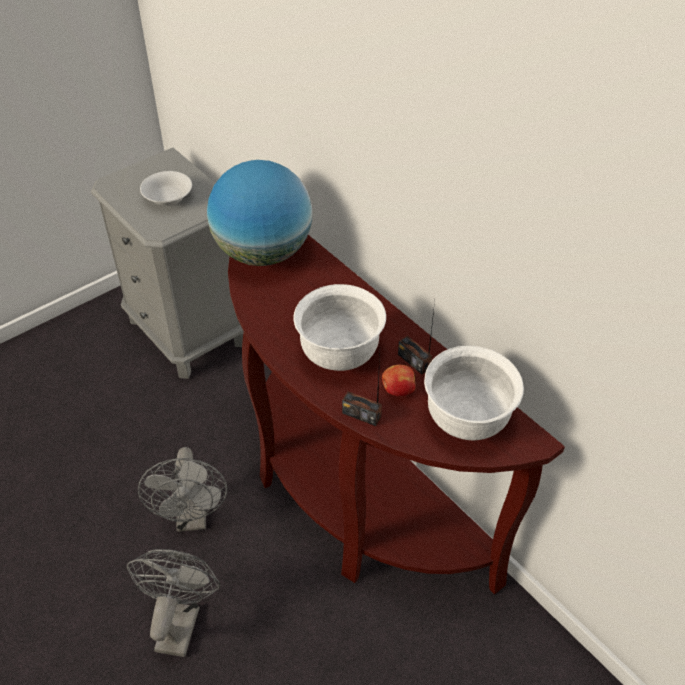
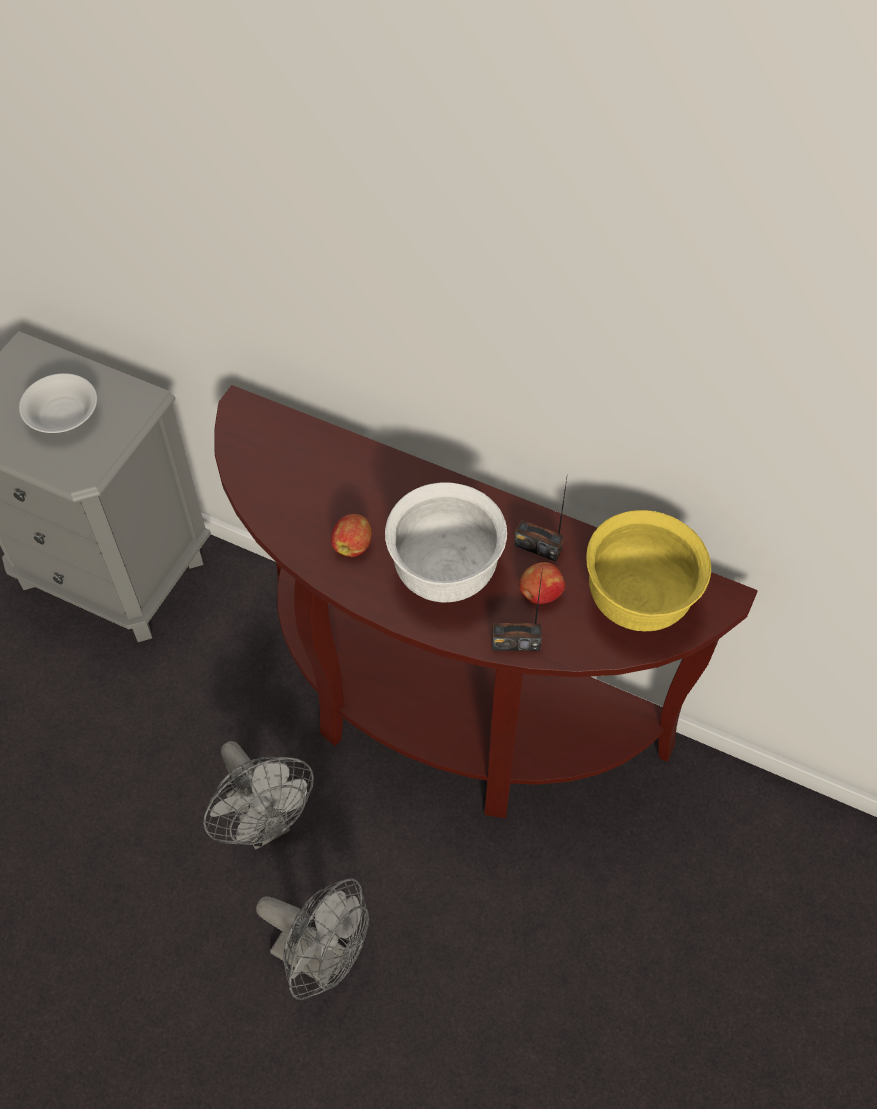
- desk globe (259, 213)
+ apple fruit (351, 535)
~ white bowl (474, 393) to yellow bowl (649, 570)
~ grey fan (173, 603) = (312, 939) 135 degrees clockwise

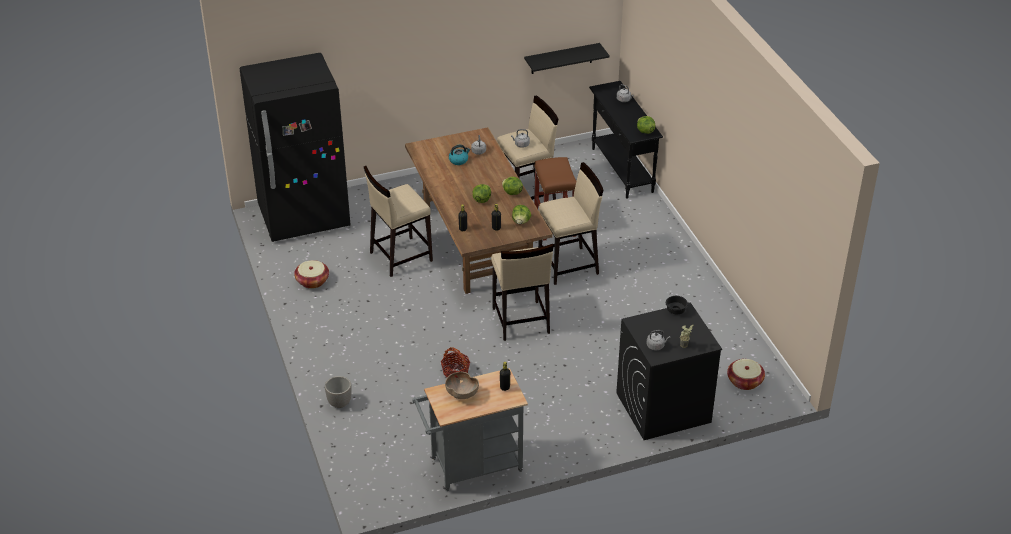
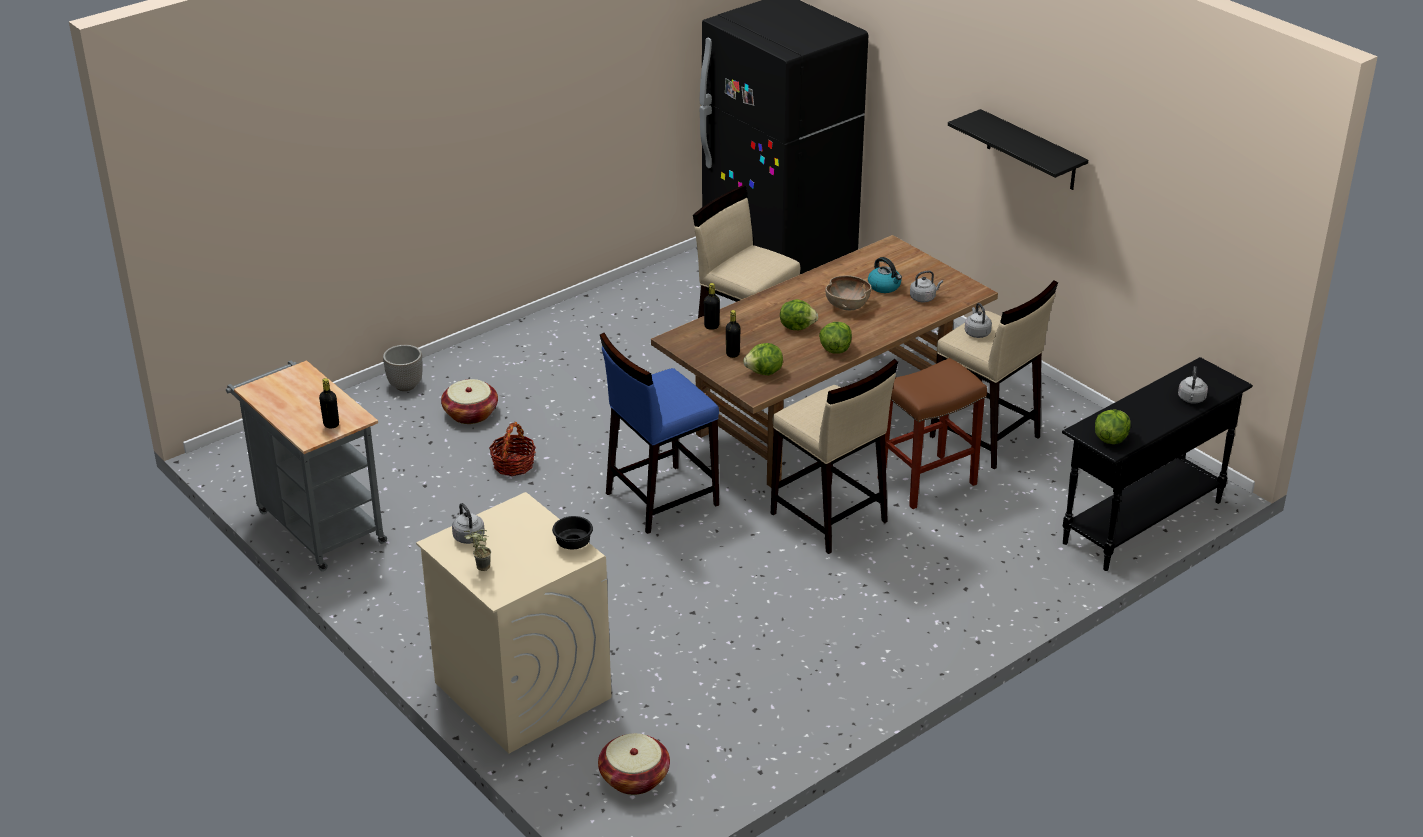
~ basket (311, 274) to (469, 401)
~ brown-coloured bowl (462, 385) to (849, 292)
~ black wall shelf (567, 58) to (1018, 149)
~ sand-coloured stool (522, 292) to blue-coloured stool (659, 433)
~ black laundry machine (669, 371) to sand-coloured laundry machine (513, 623)

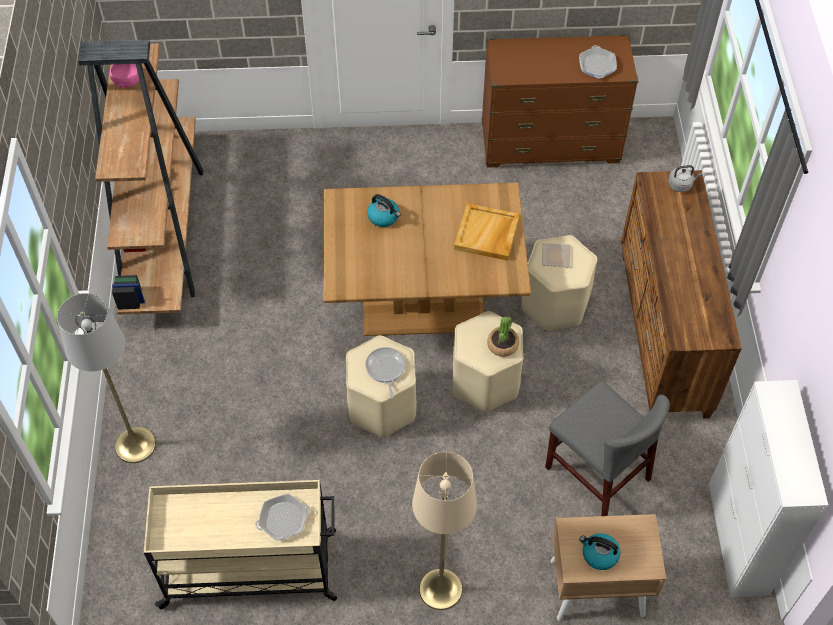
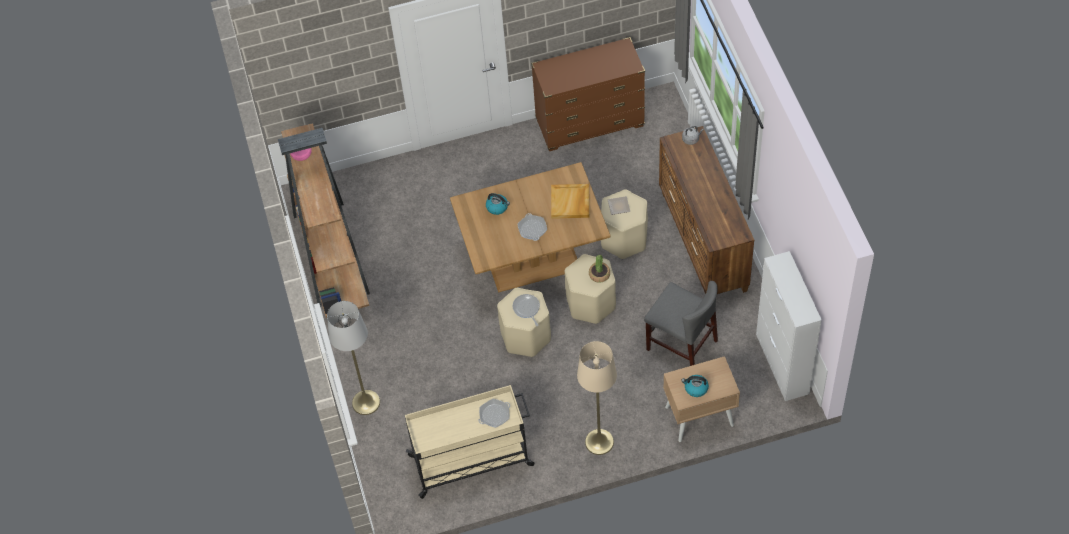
~ pan (598, 62) to (532, 227)

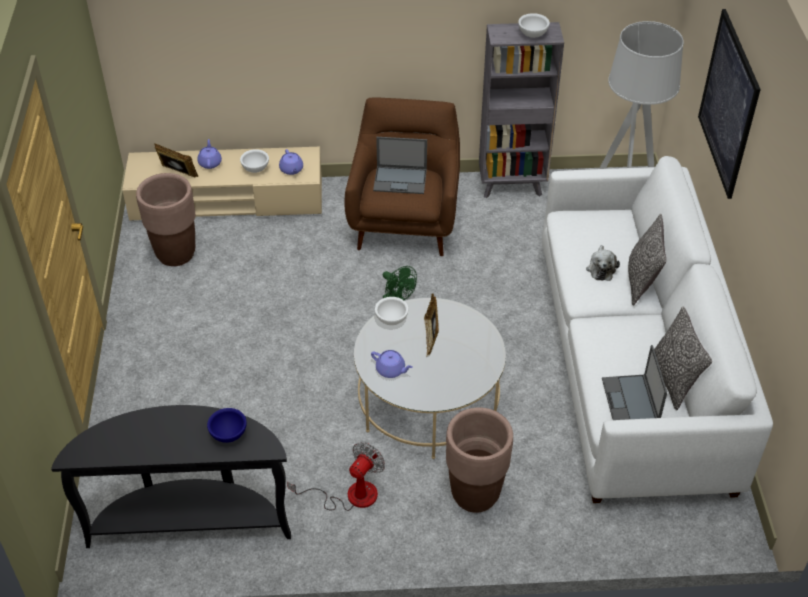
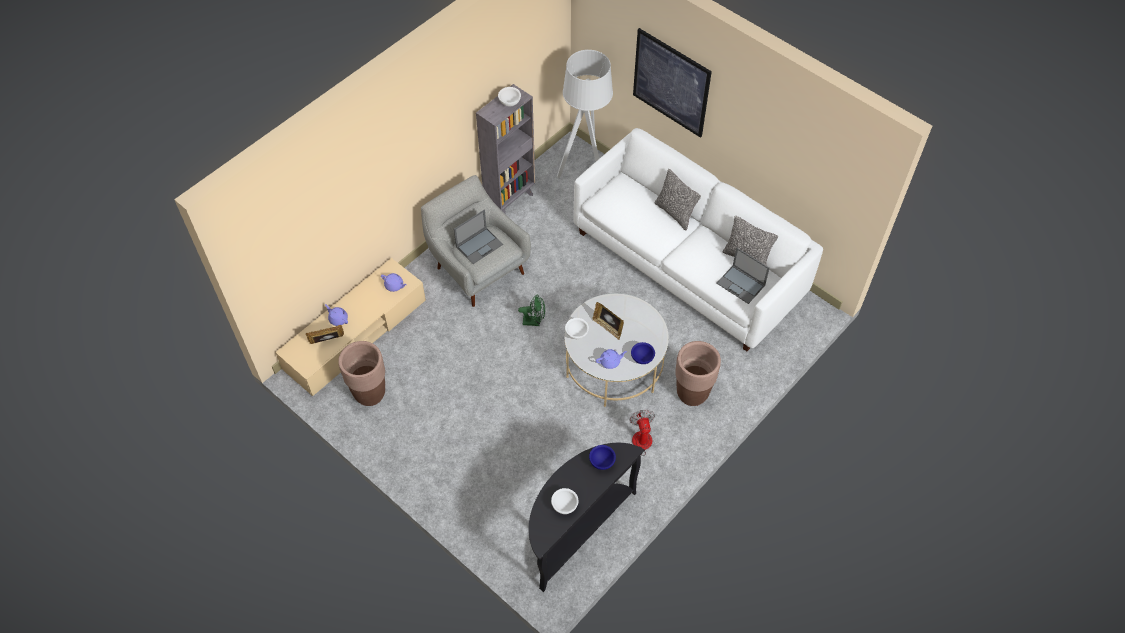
- soft toy (603, 263)
+ blue-coloured bowl (643, 353)
~ white bowl (254, 161) to (565, 501)
~ brown-coloured lounge chair (402, 176) to grey lounge chair (476, 241)

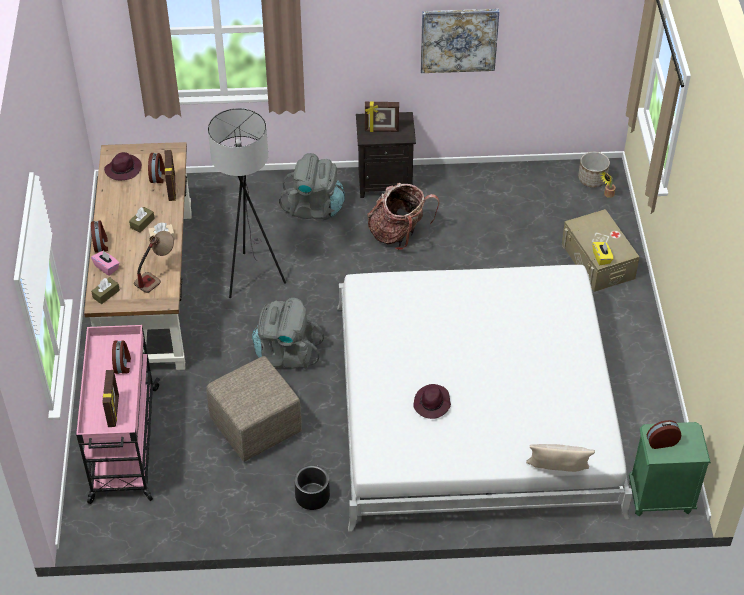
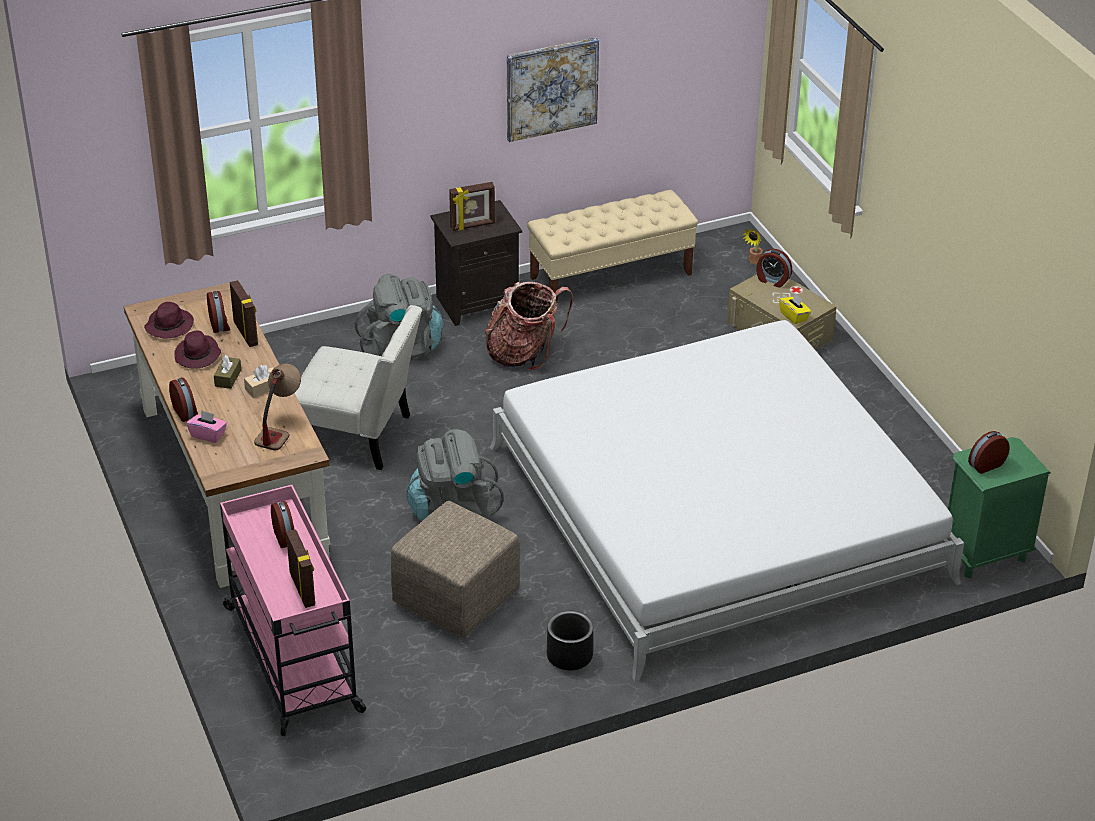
- brown-coloured tissue box (105, 290)
- sand-coloured pillow (560, 458)
- planter (594, 170)
+ sand-coloured bench (612, 247)
+ alarm clock (774, 268)
~ purple wearable hat (432, 401) to (197, 349)
~ grey floor lamp (247, 203) to white chair (358, 387)

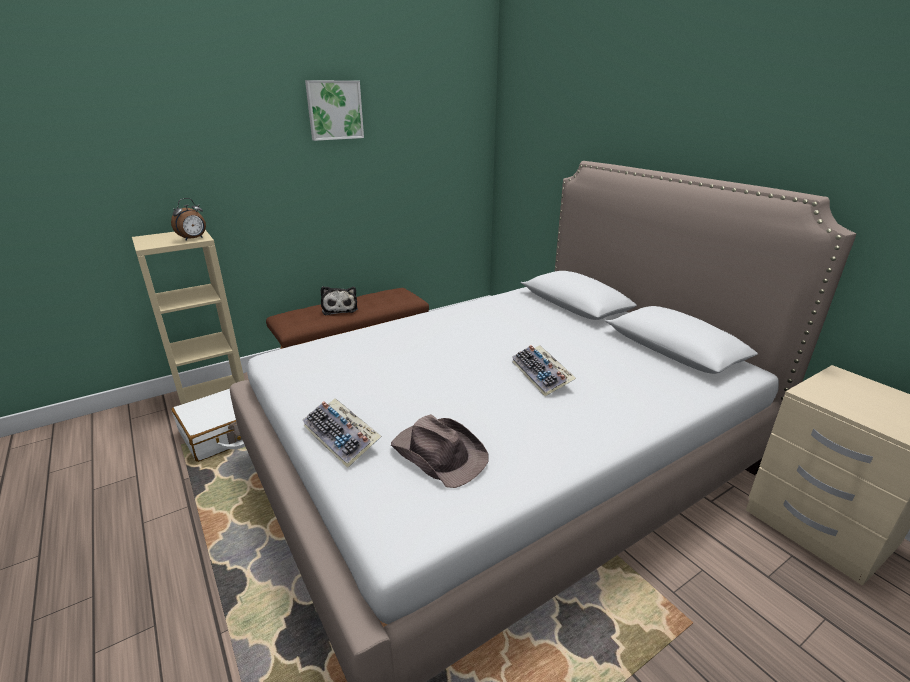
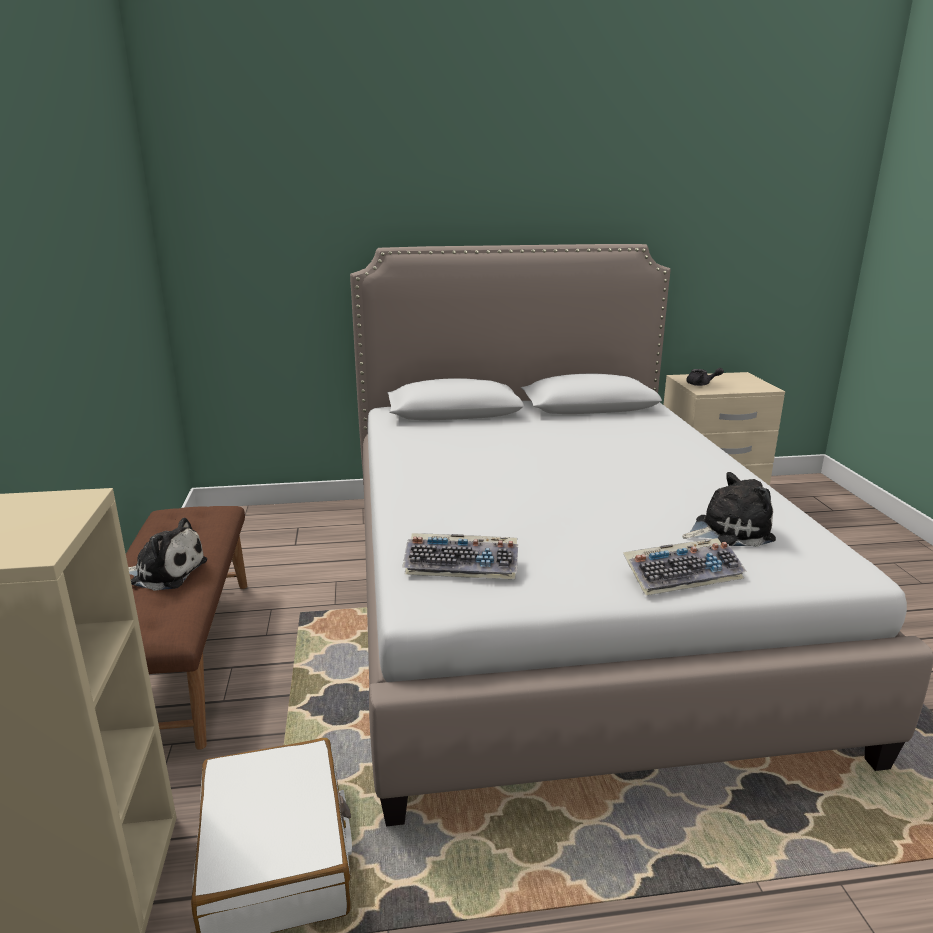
- alarm clock (188, 219)
- picture (334, 110)
+ grey teapot (705, 377)
~ computer keyboard (544, 370) to (460, 556)
~ brown-coloured wearable hat (440, 451) to soft toy (729, 509)

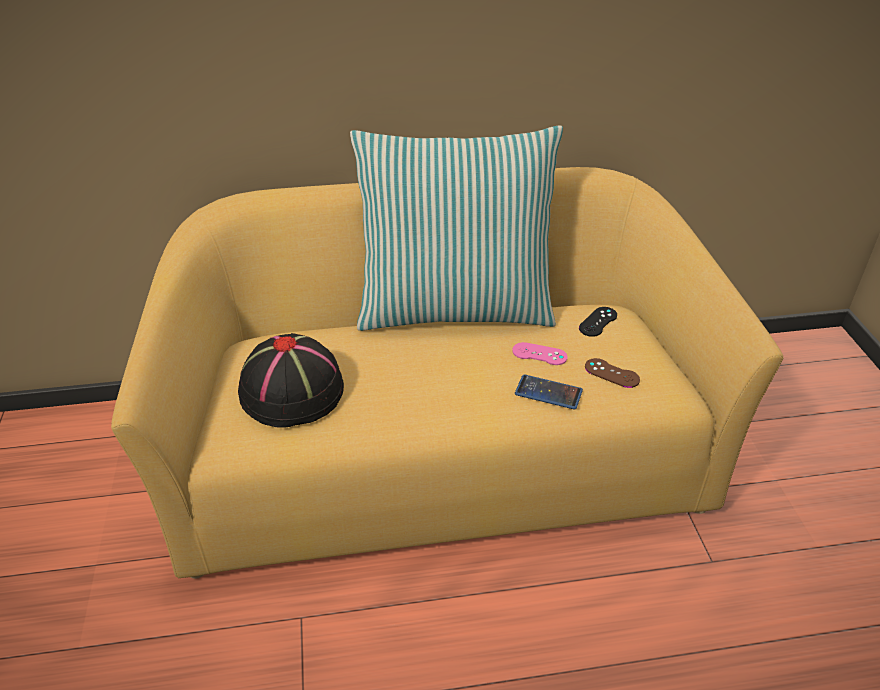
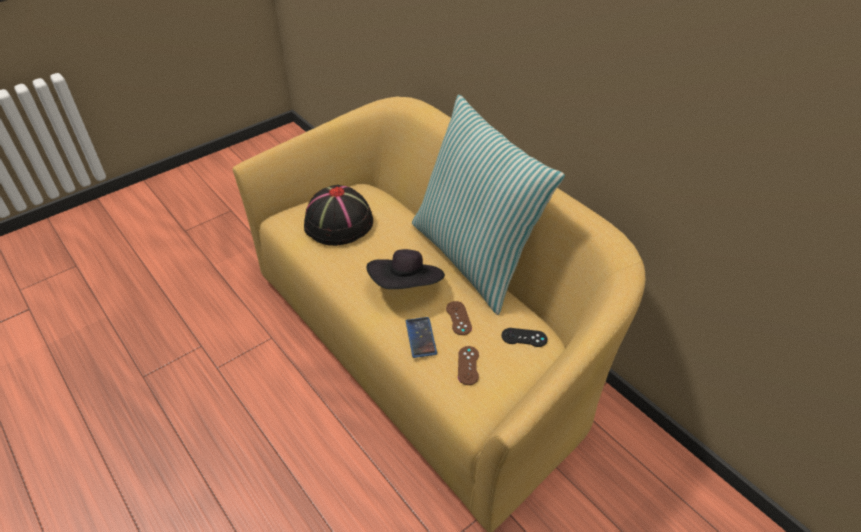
+ black wearable hat (406, 269)
~ pinkish game controller (540, 353) to brown-coloured game controller (459, 318)

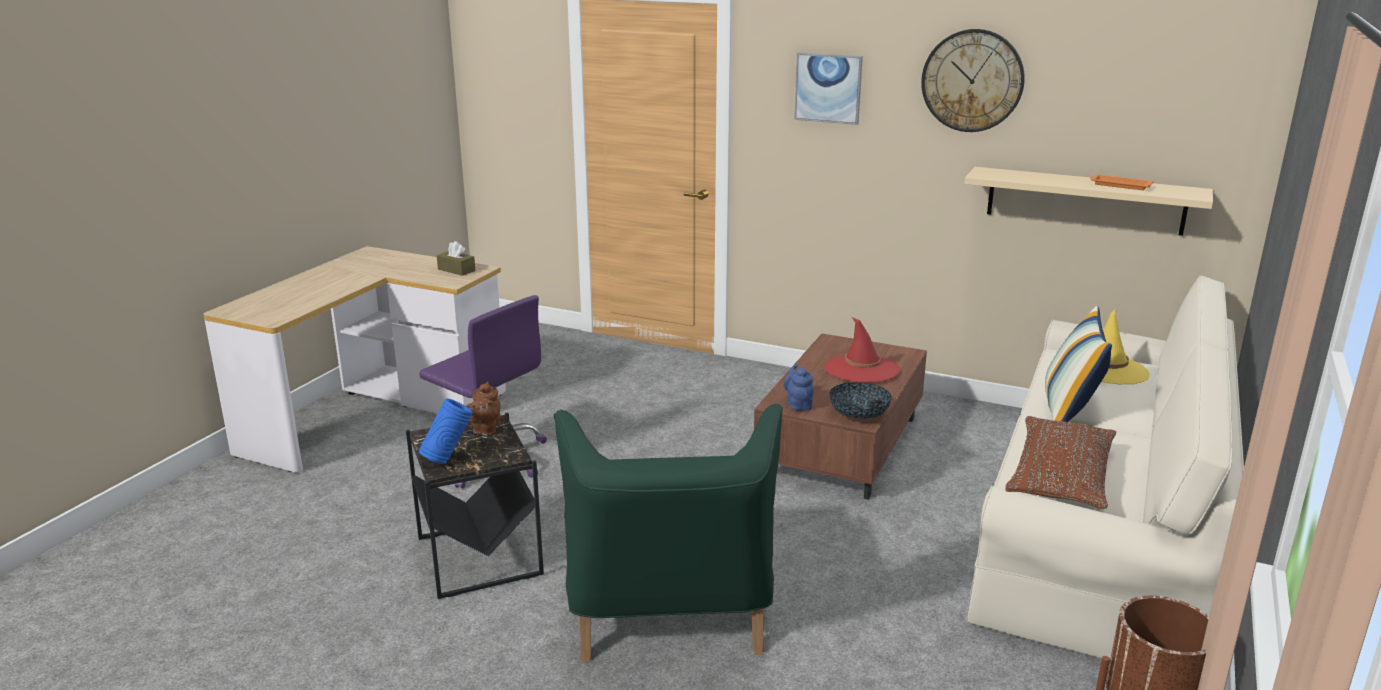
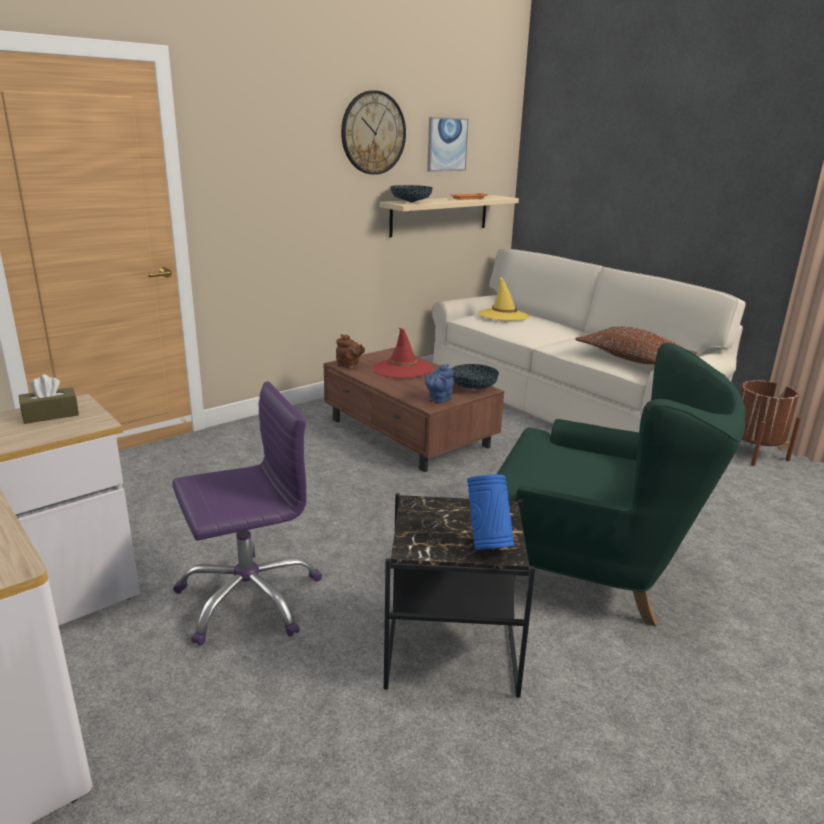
- pillow (1078, 364)
+ bowl (411, 194)
~ brown-coloured teapot (483, 408) to (350, 351)
~ picture (828, 89) to (448, 144)
~ blue-coloured teapot (798, 387) = (439, 383) 60 degrees counterclockwise

